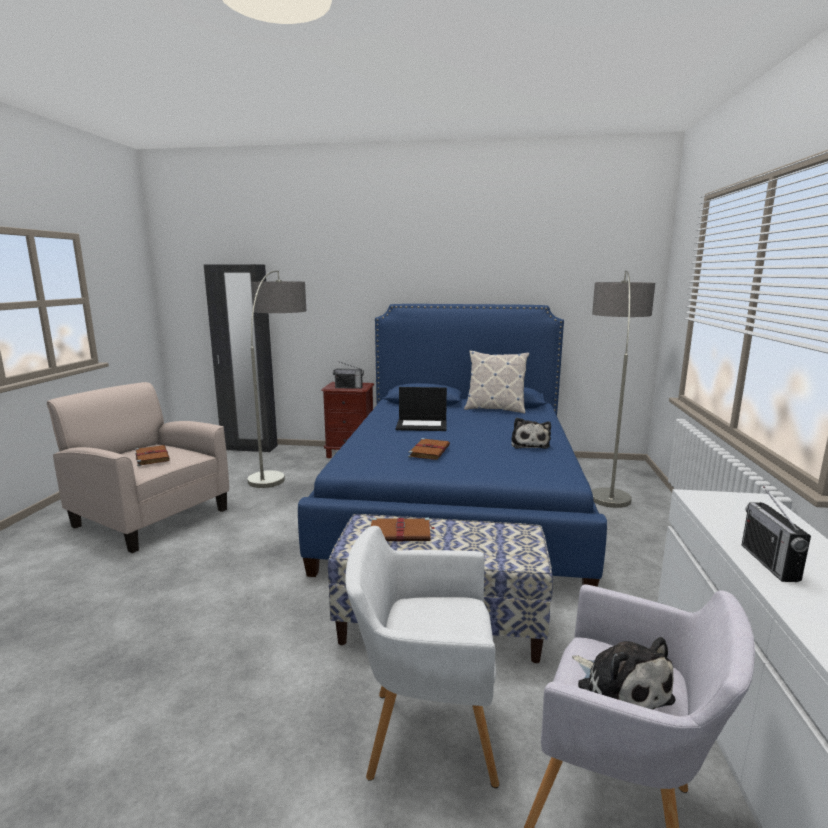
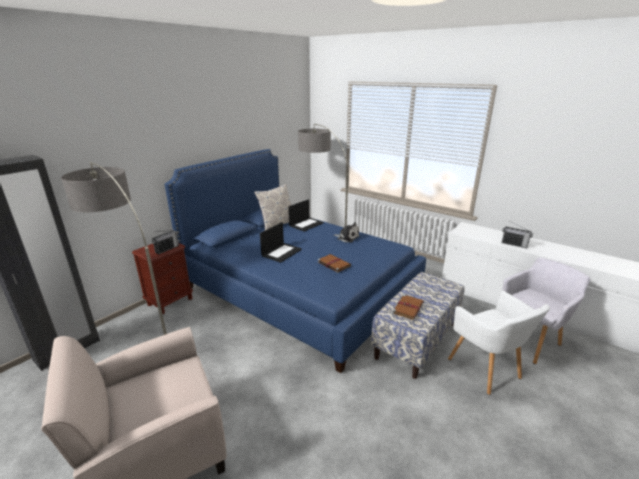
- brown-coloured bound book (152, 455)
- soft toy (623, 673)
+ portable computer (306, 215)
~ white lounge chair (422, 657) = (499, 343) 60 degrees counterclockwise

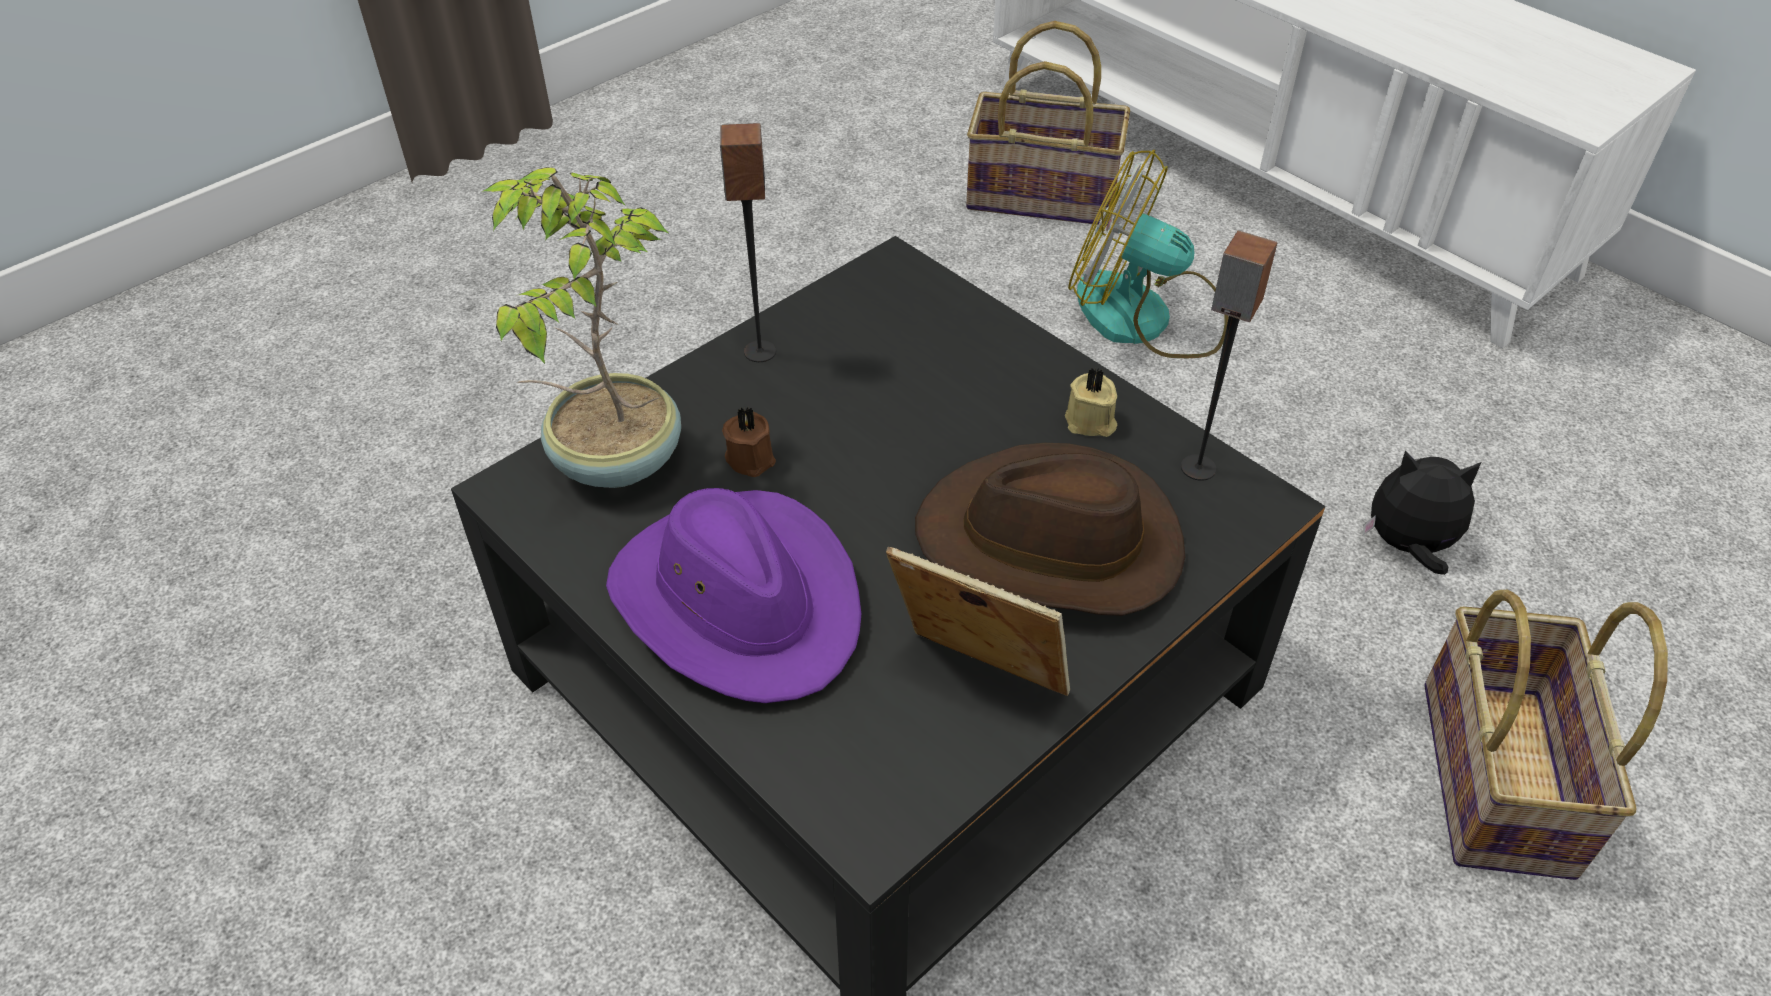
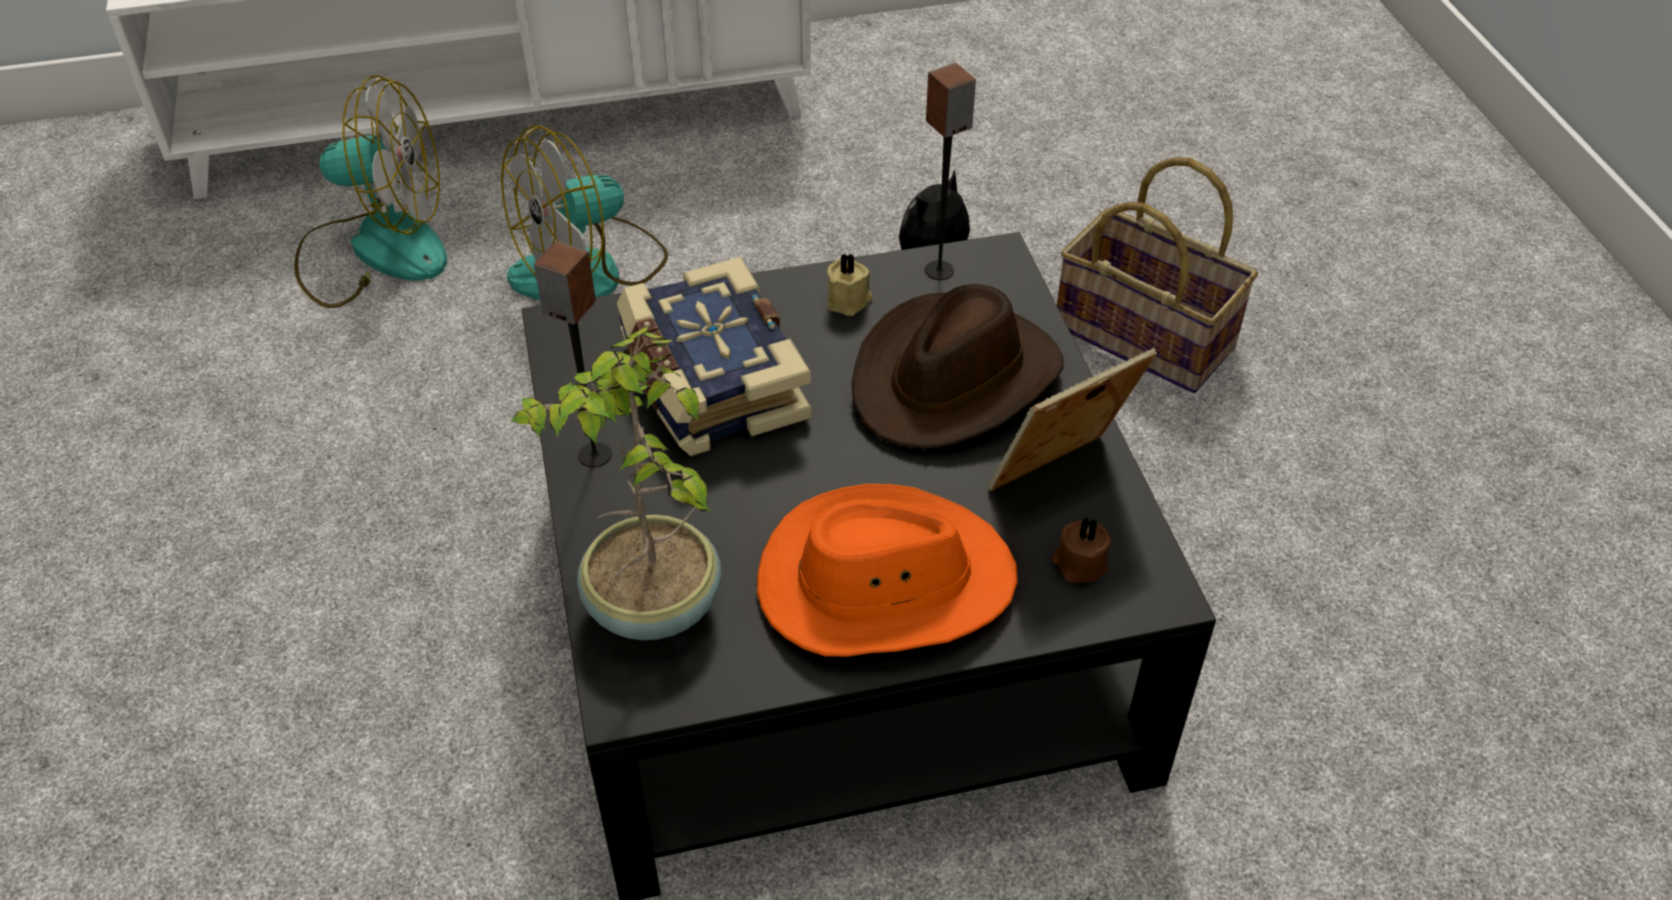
+ bound book (714, 356)
~ brown-coloured wax light (749, 442) to (1081, 550)
~ basket (1048, 123) to fan (371, 191)
~ purple wearable hat (733, 595) to orange-coloured wearable hat (887, 570)

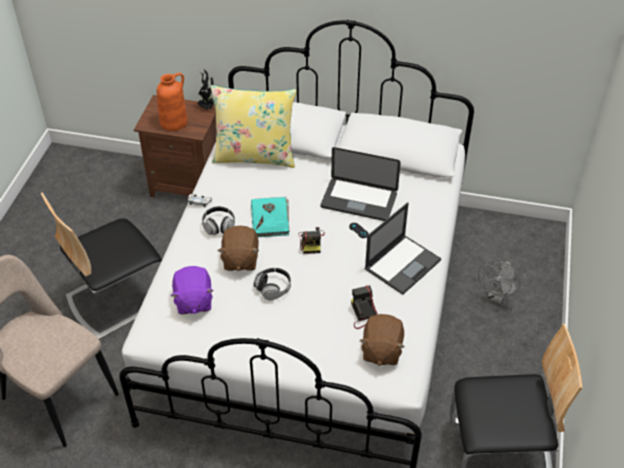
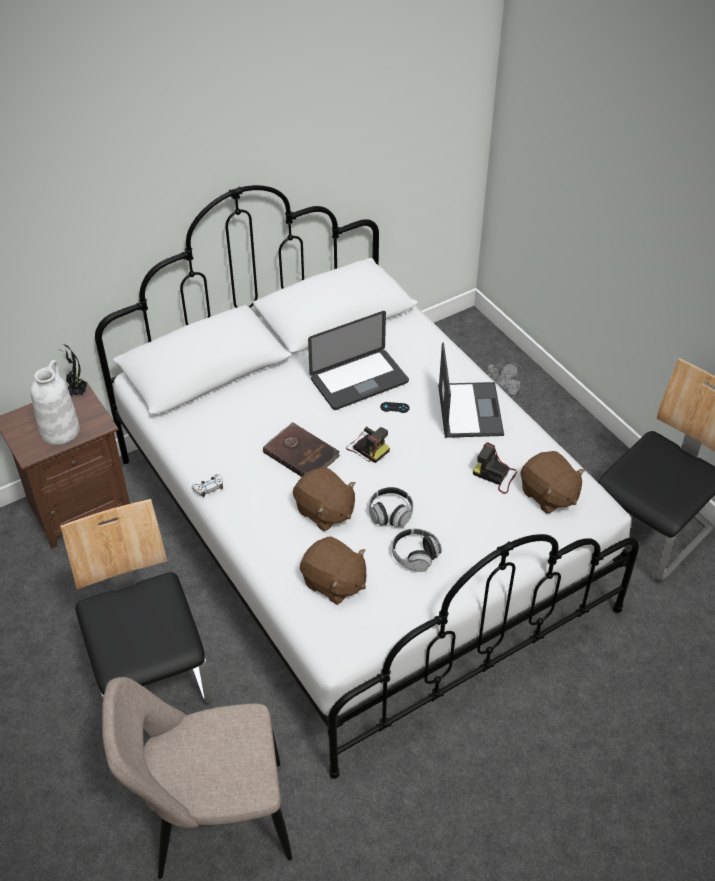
- yellow pillow (254, 126)
~ pair of headphones (218, 220) to (417, 550)
~ orange-coloured decorative vase (172, 102) to white decorative vase (55, 402)
~ purple soft toy (192, 290) to brown-coloured soft toy (333, 571)
~ blue-green bound book (270, 217) to brown-coloured bound book (301, 449)
~ chair (101, 266) = (136, 601) 150 degrees clockwise

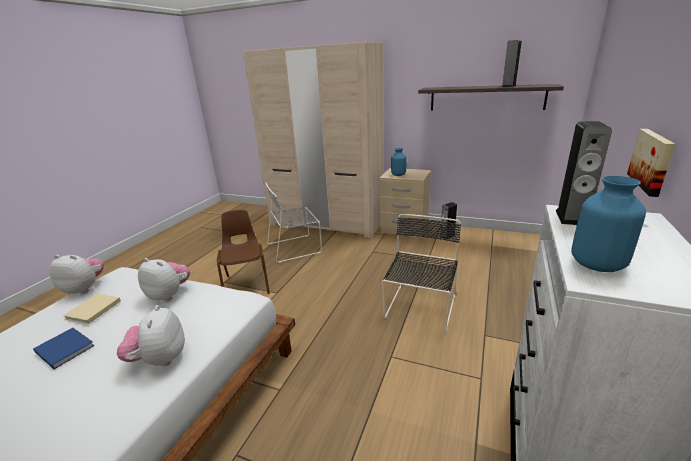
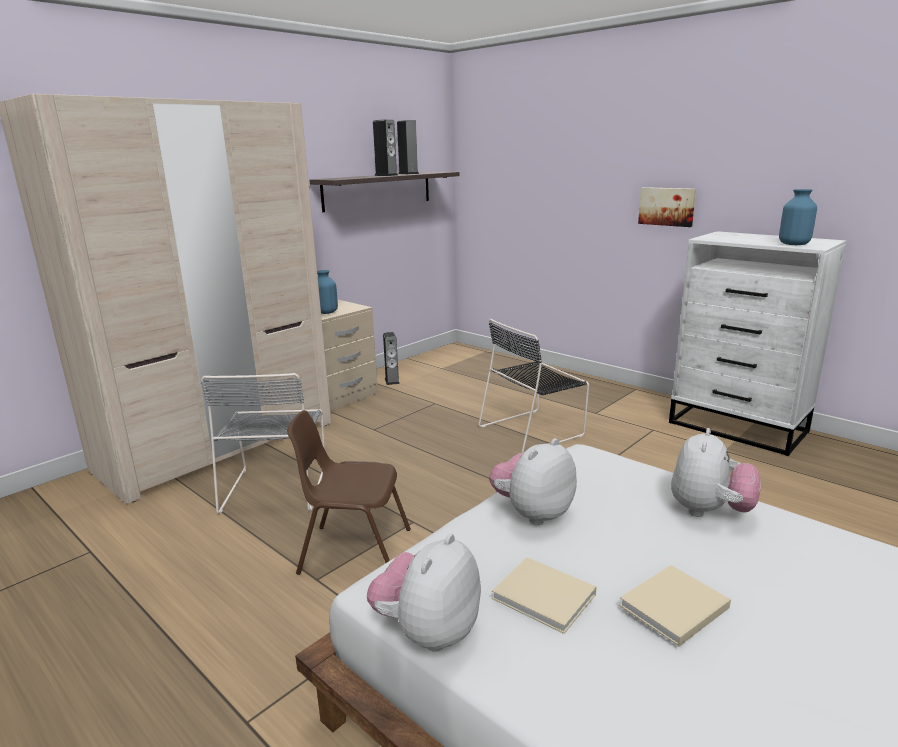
~ speaker (584, 173) to (385, 147)
~ blue-coloured bound book (64, 348) to sand-coloured bound book (675, 605)
~ soft toy (151, 335) = (716, 472) 75 degrees counterclockwise
~ black chair (421, 273) = (533, 386) 75 degrees counterclockwise

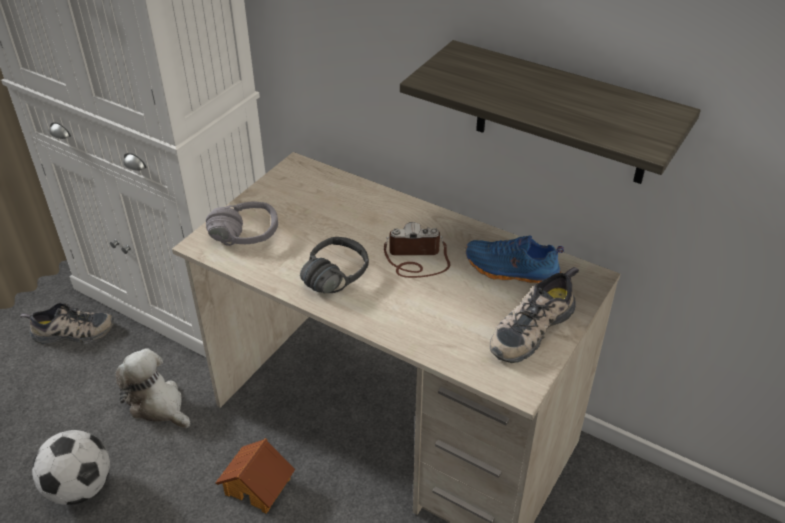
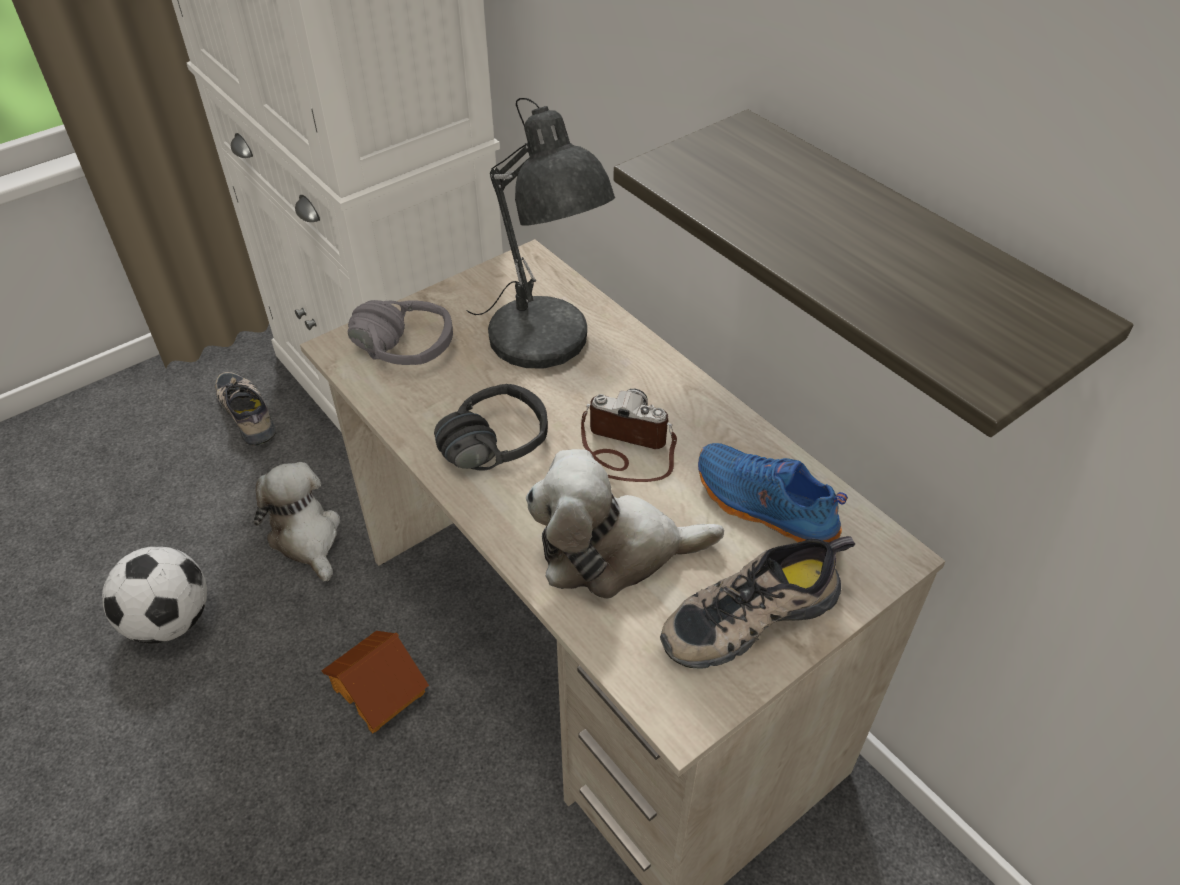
+ grey table lamp (540, 233)
+ soft toy (625, 524)
~ shoe (67, 323) = (245, 409) 135 degrees counterclockwise

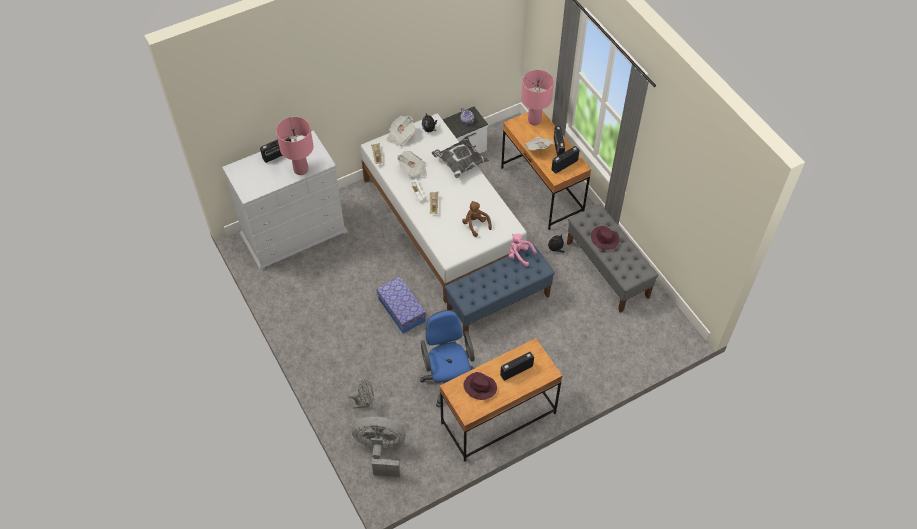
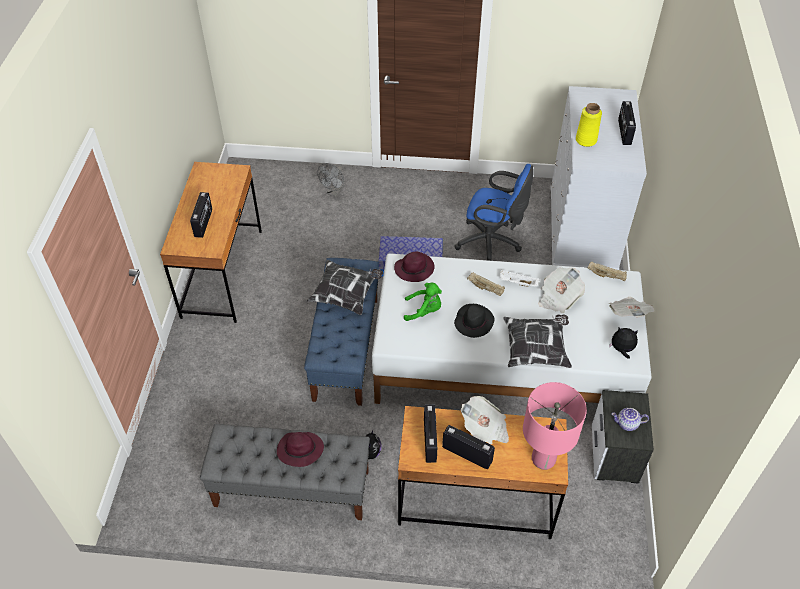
- grey fan (379, 447)
- pinkish soft toy (523, 250)
+ pillow (345, 287)
+ black wearable hat (474, 321)
~ blue-coloured desk chair (447, 358) to (493, 212)
~ purple wearable hat (480, 386) to (414, 267)
~ pinkish table lamp (295, 146) to yellow decorative vase (589, 125)
~ brown-coloured soft toy (477, 219) to green soft toy (423, 302)

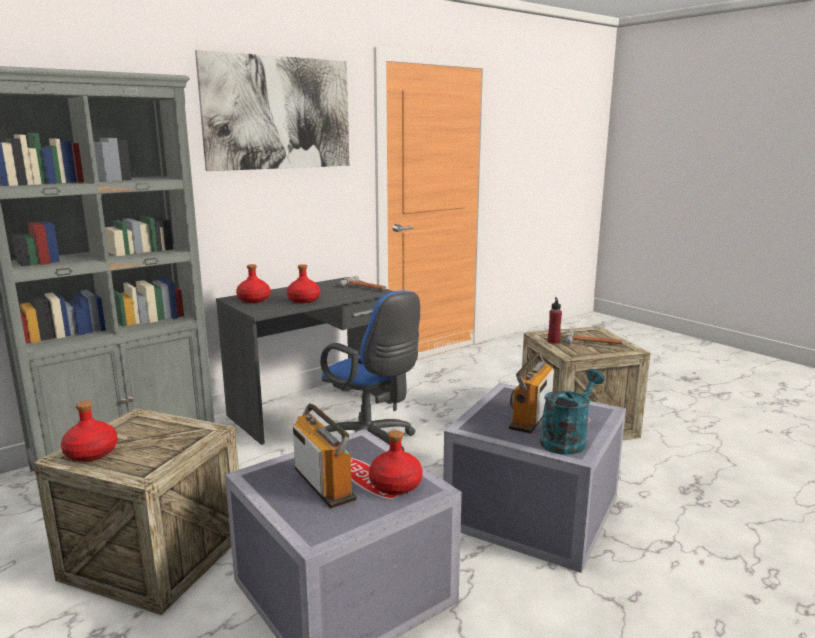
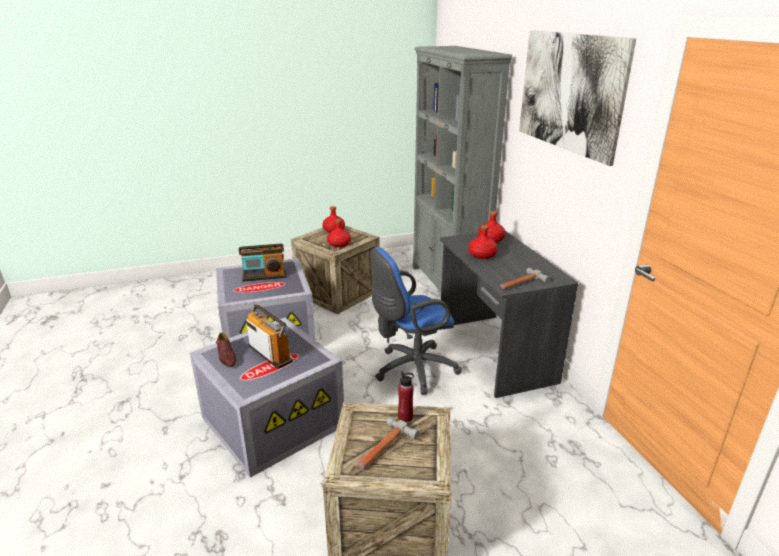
~ red-coloured bottle (396, 462) to (339, 233)
~ blue-green sprinkling can (572, 412) to brown-coloured shoe (226, 349)

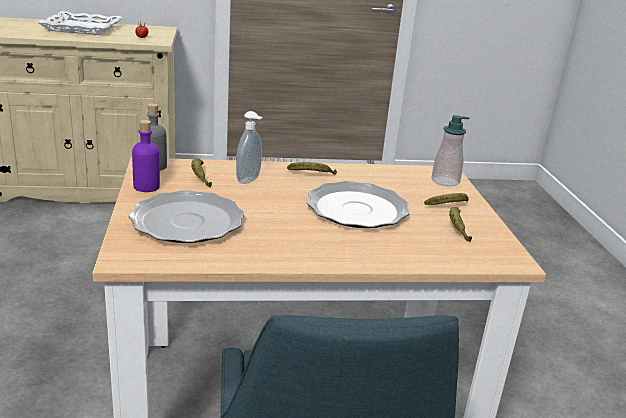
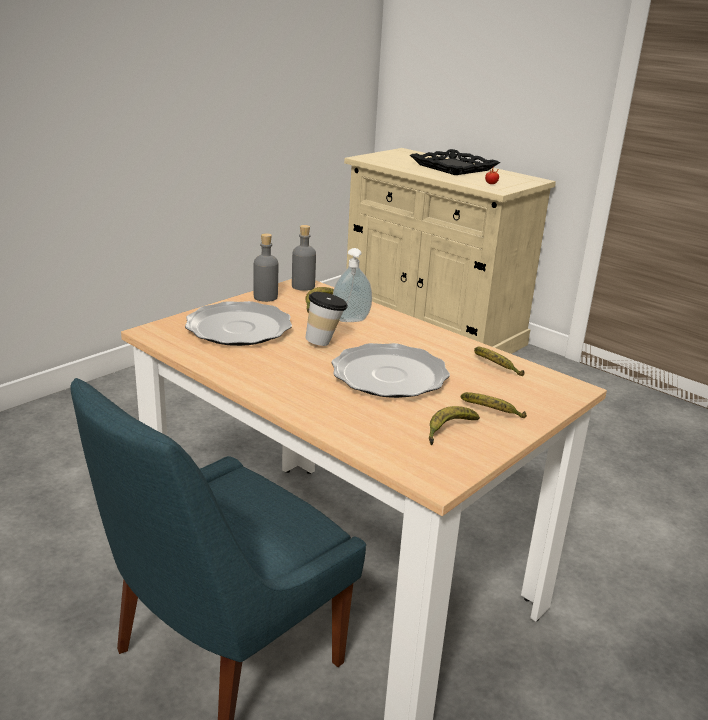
- soap dispenser (450, 150)
+ cup (326, 319)
~ banana fruit (312, 168) to (499, 361)
~ white serving tray (80, 23) to black serving tray (455, 162)
~ purple bottle (146, 156) to grey bottle (265, 267)

